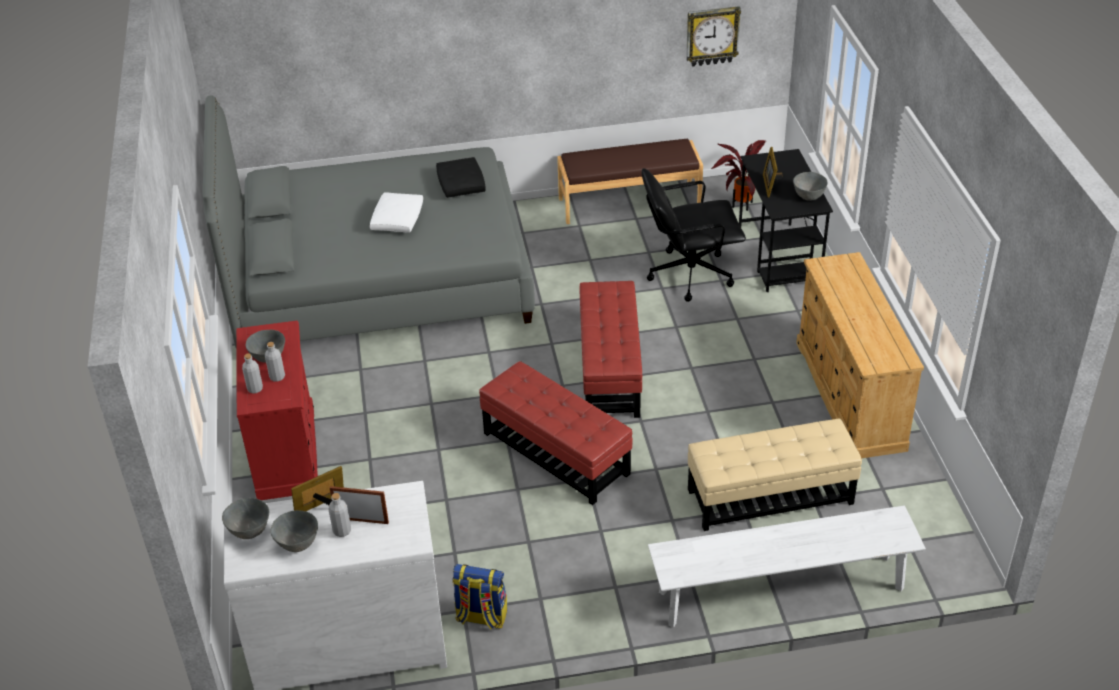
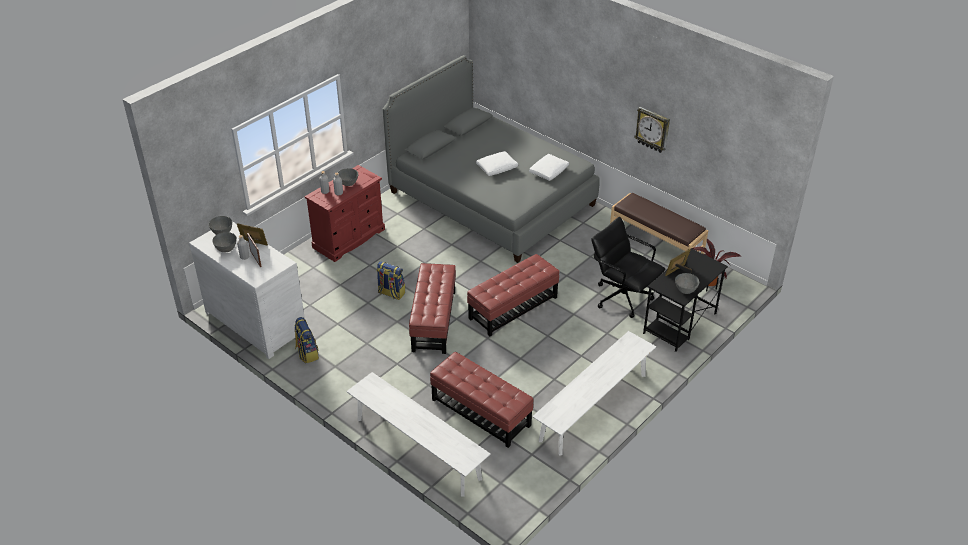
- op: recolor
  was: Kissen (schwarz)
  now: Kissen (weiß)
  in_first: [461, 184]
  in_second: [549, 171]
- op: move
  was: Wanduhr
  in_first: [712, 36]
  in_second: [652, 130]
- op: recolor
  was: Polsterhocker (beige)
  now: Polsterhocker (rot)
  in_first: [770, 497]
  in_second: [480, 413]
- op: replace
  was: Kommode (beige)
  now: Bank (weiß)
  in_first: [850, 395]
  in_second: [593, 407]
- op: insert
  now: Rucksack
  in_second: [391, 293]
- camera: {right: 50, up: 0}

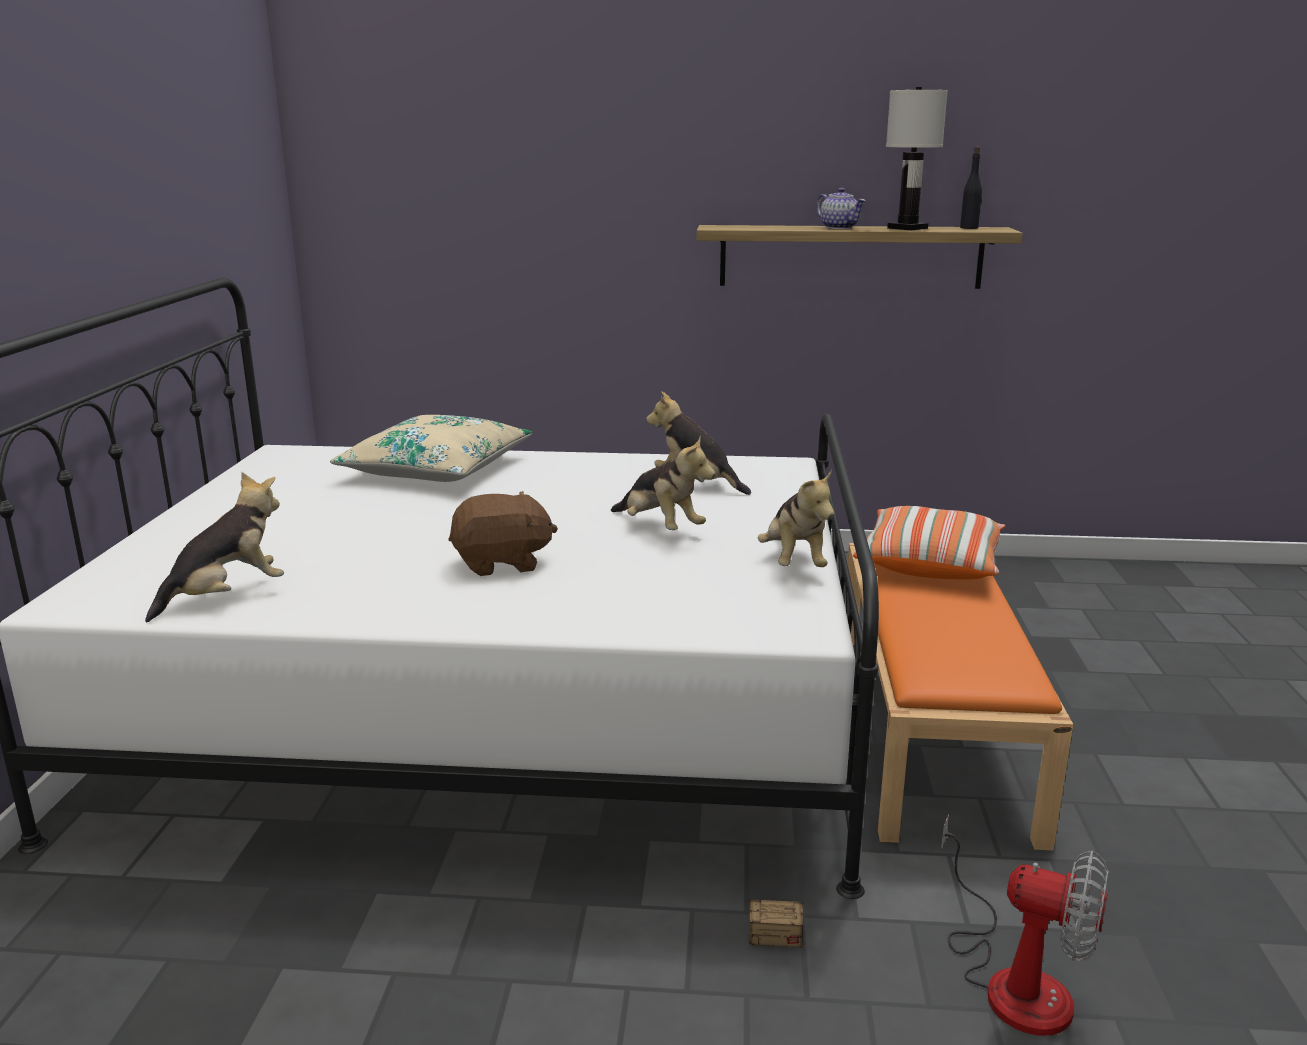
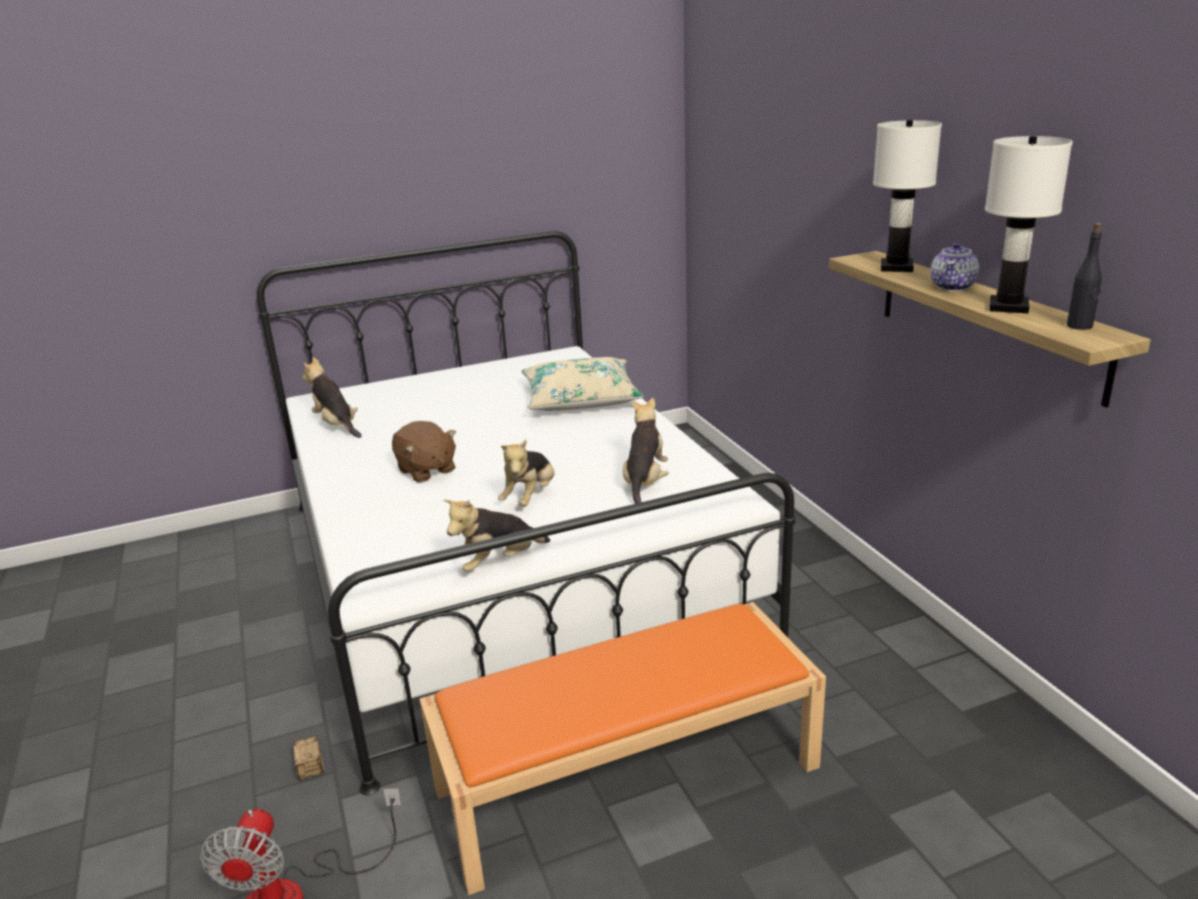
- op: rotate
  was: Plüschtier
  in_first: [227, 596]
  in_second: [337, 425]
  clockwise: -150
- op: delete
  was: Kissen
  in_first: [929, 564]
- op: insert
  now: Tischlampe (weiß)
  in_second: [896, 267]
- camera: {right: 65, up: 5}

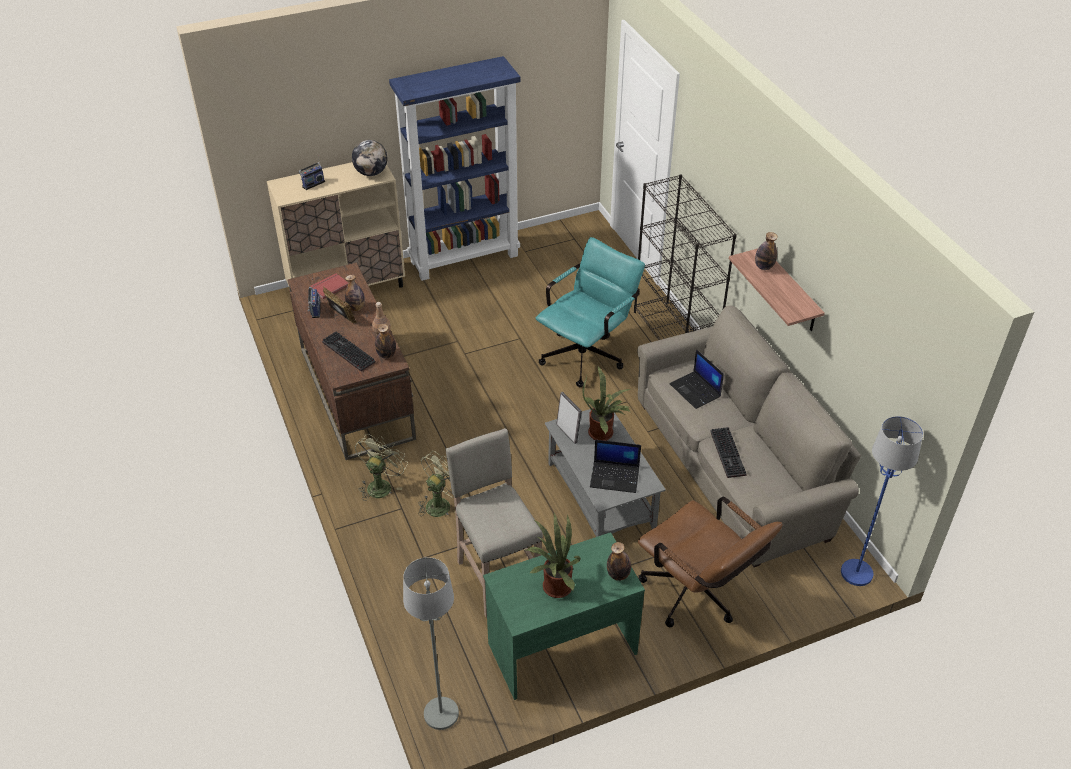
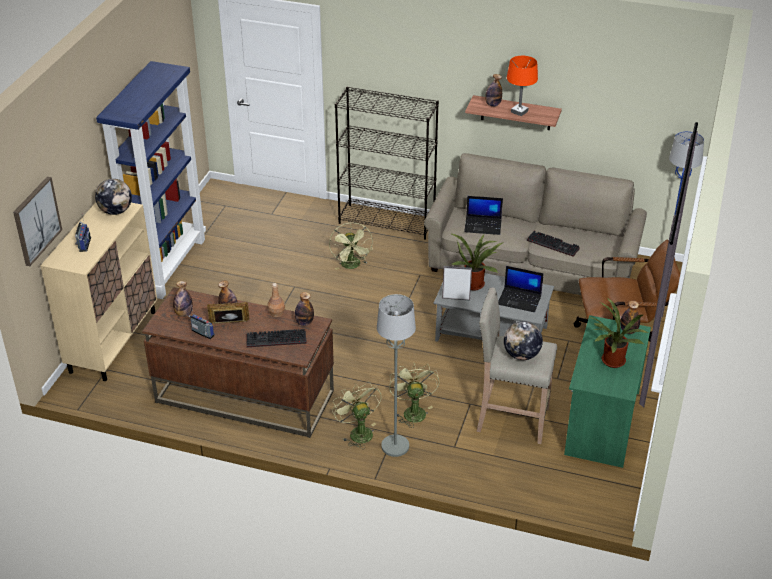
- op: replace
  was: Buch (rot)
  now: Flasche
  in_first: [329, 287]
  in_second: [184, 314]
- op: move
  was: Stehlampe (grau)
  in_first: [440, 714]
  in_second: [395, 446]
- op: replace
  was: Bürostuhl (türkis)
  now: Ventilator (grün)
  in_first: [587, 354]
  in_second: [352, 266]
- op: rotate
  was: Laptop
  in_first: [615, 477]
  in_second: [520, 300]
  clockwise: 60
- op: insert
  now: Bild
  in_second: [36, 220]
- op: insert
  now: Globus
  in_second: [521, 355]
- op: insert
  now: Tischlampe (orange)
  in_second: [519, 111]
- camera: {right: -50, up: -5}

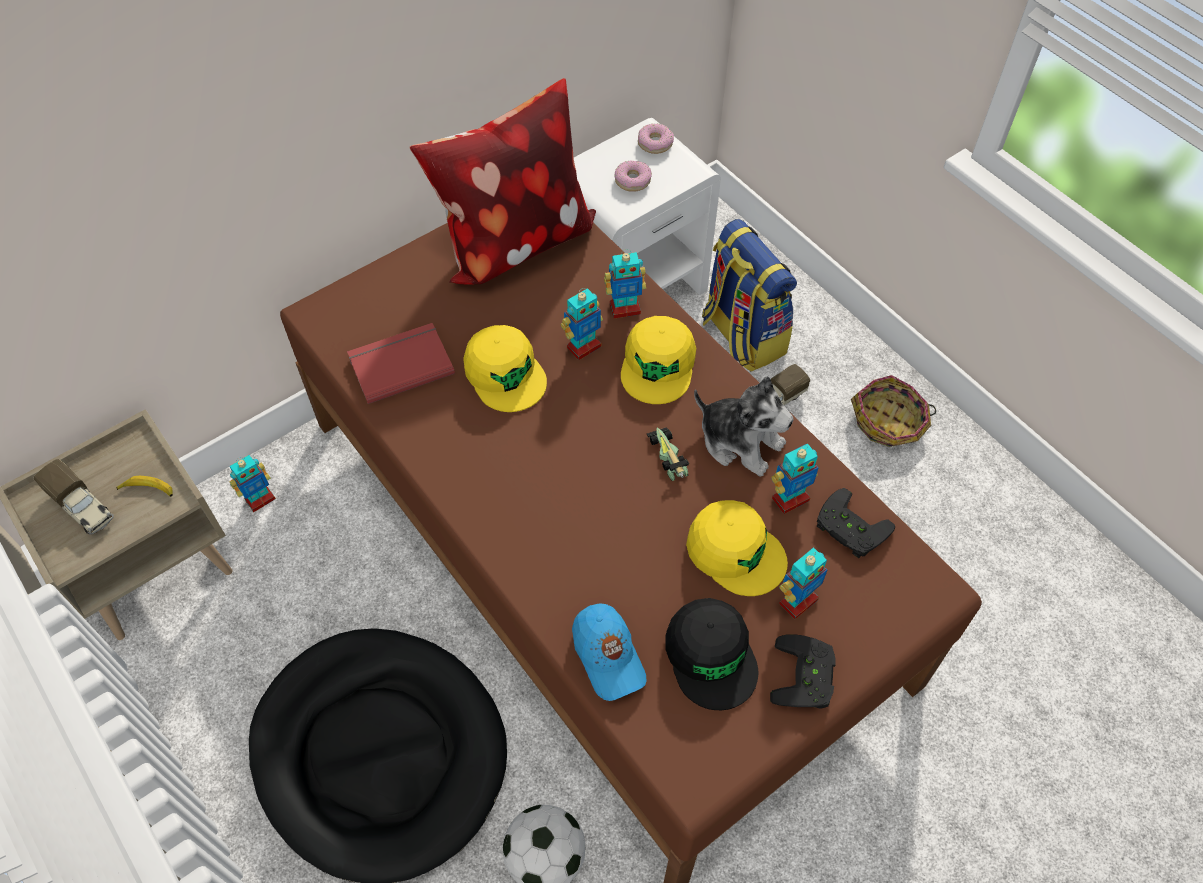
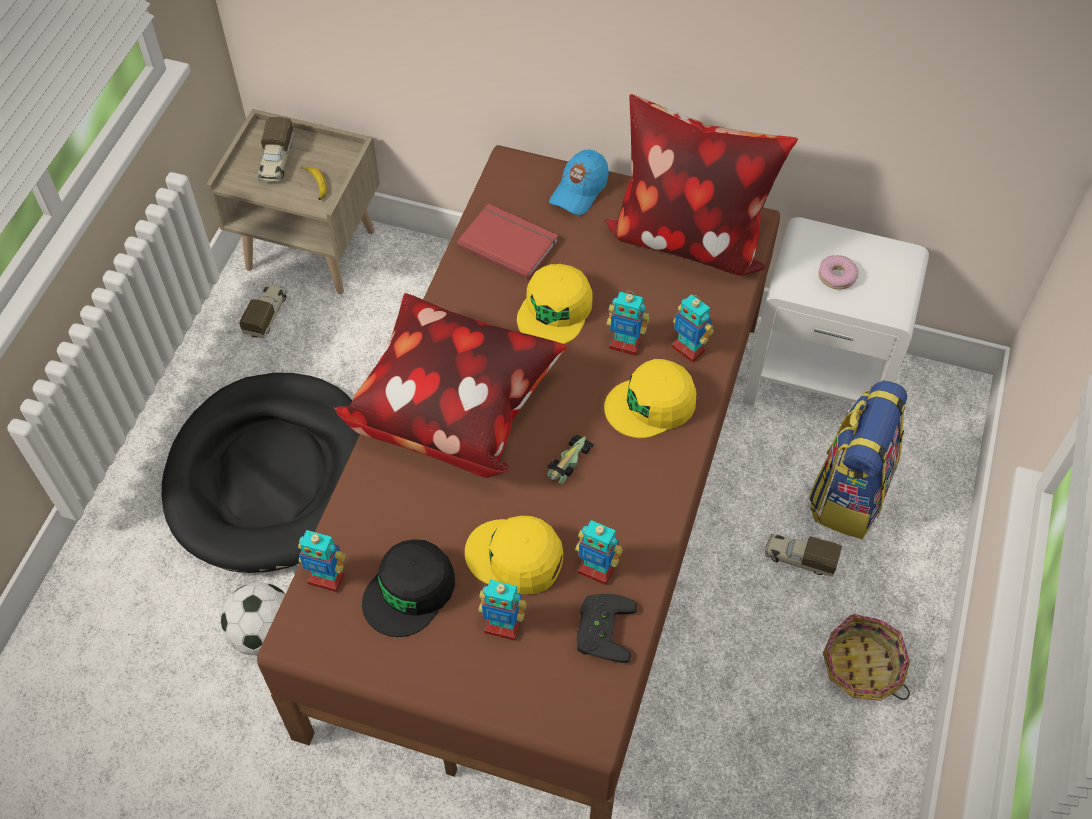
- op: move
  was: Spielzeugroboter
  in_first: [260, 499]
  in_second: [326, 578]
- op: move
  was: Kappe (blau)
  in_first: [608, 656]
  in_second: [579, 190]
- op: delete
  was: Donut
  in_first: [655, 143]
- op: rotate
  was: Kappe (gelb)
  in_first: [735, 551]
  in_second: [515, 557]
  clockwise: 105
- op: delete
  was: Plüschtier
  in_first: [740, 441]
- op: delete
  was: Gamepad (schwarz)
  in_first: [807, 677]
- op: insert
  now: Spielzeuglaster
  in_second: [266, 315]
- op: insert
  now: Kissen
  in_second: [453, 409]
- camera: {right: 55, up: 0}

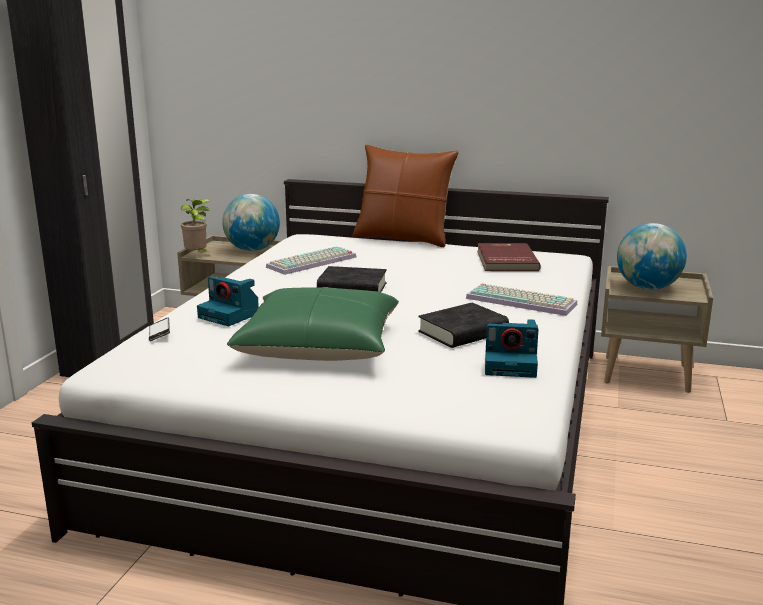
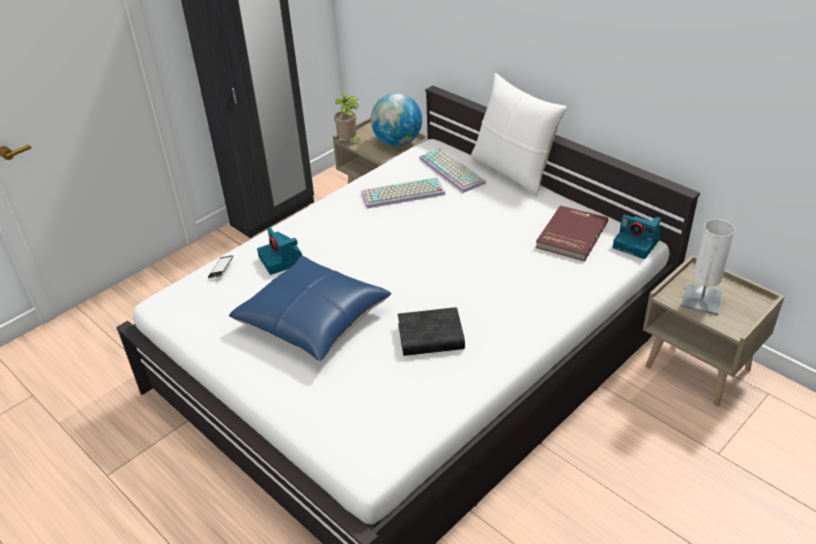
- op: recolor
  was: Kissen (grün)
  now: Kissen (blau)
  in_first: [319, 346]
  in_second: [313, 320]
- op: delete
  was: Buch (schwarz)
  in_first: [352, 288]
- op: recolor
  was: Kissen (braun)
  now: Kissen (weiß)
  in_first: [403, 238]
  in_second: [513, 171]
- op: move
  was: Tastatur
  in_first: [523, 301]
  in_second: [453, 170]
- op: move
  was: Kamera
  in_first: [511, 365]
  in_second: [637, 244]
- op: replace
  was: Globus
  now: Tischlampe (weiß)
  in_first: [647, 288]
  in_second: [701, 300]
- camera: {right: 30, up: 20}

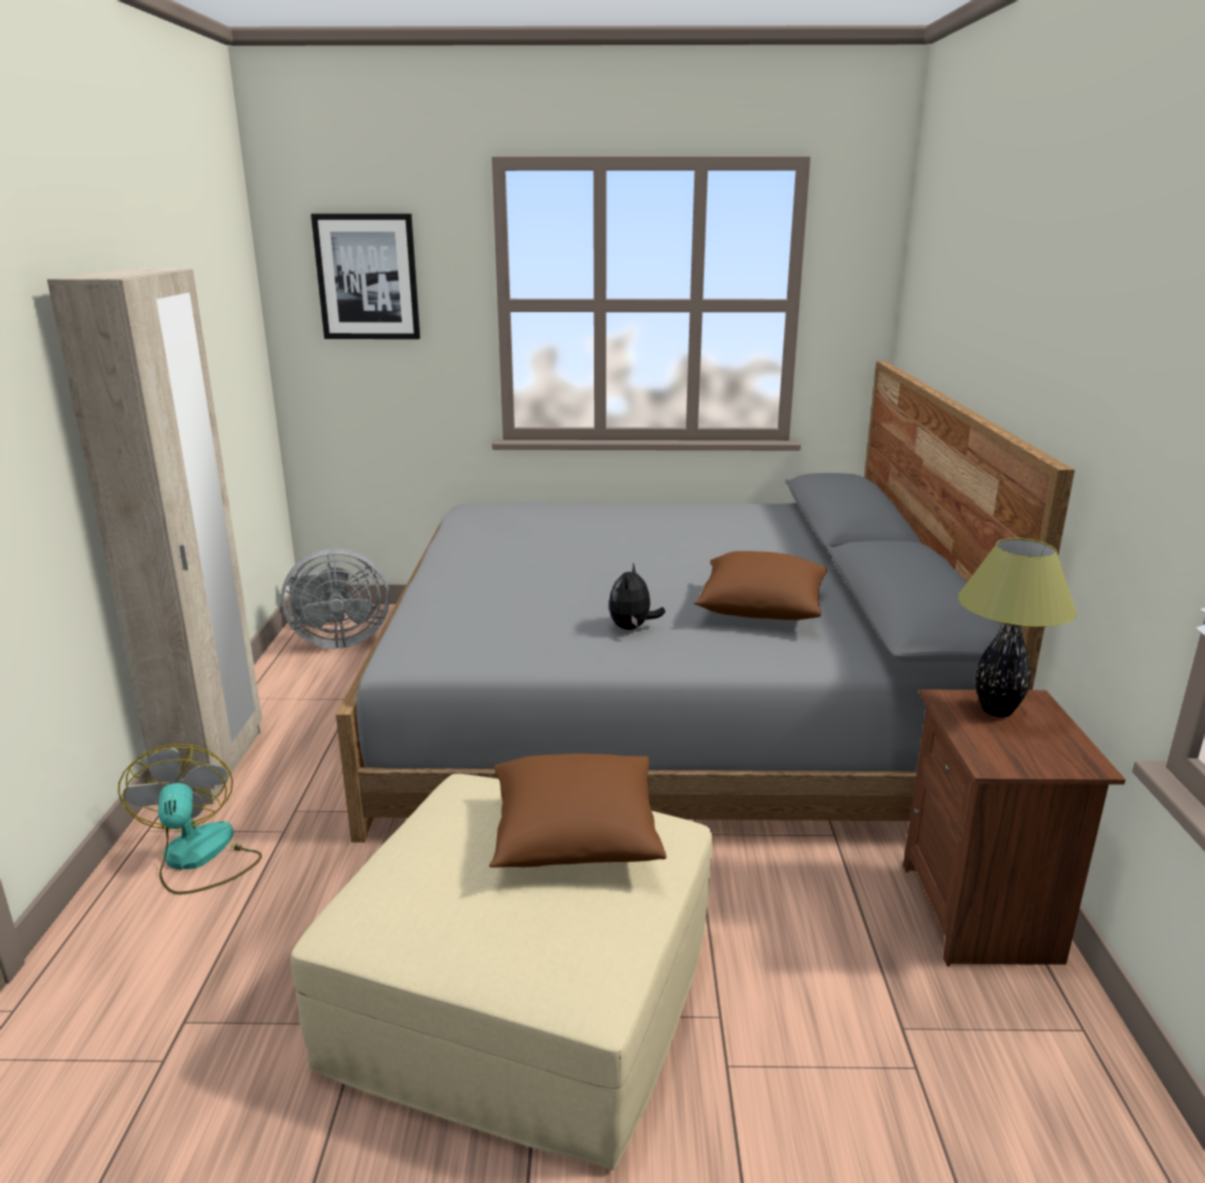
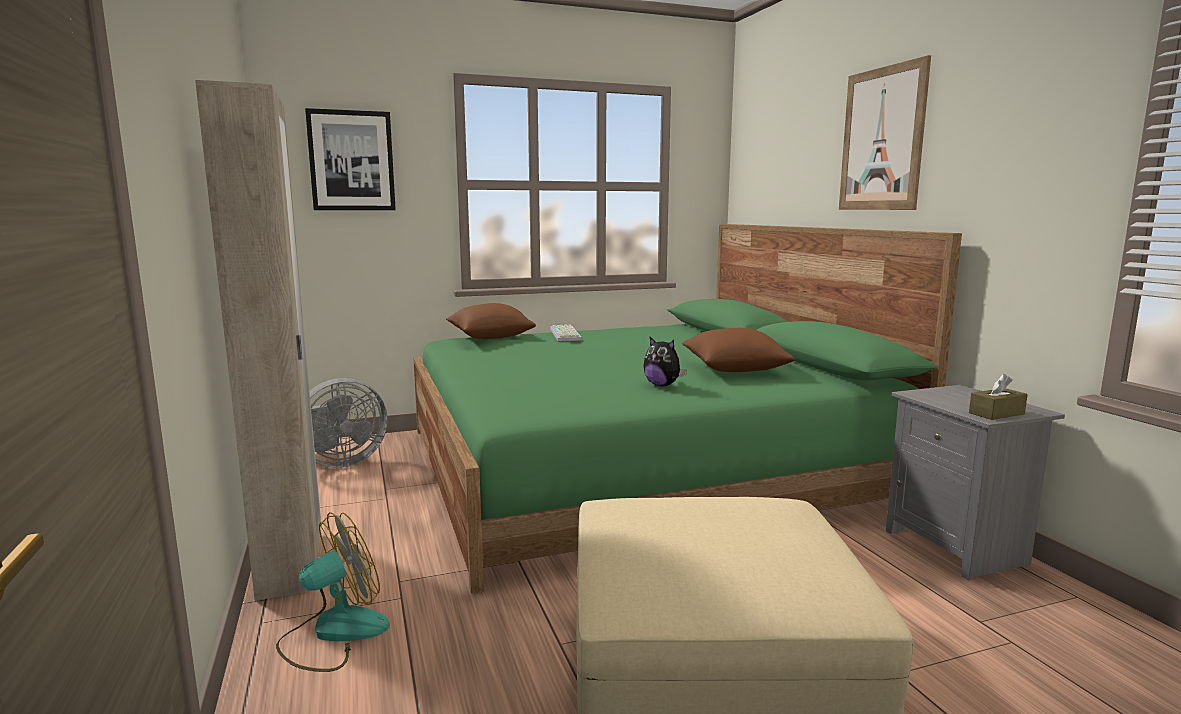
- op: rotate
  was: Ventilator
  in_first: [199, 858]
  in_second: [333, 633]
  clockwise: 90
- op: recolor
  was: Bett (grau)
  now: Bett (grün)
  in_first: [663, 700]
  in_second: [637, 465]
- op: move
  was: Kissen (braun)
  in_first: [574, 838]
  in_second: [490, 337]
- op: rotate
  was: Plüschtier
  in_first: [632, 628]
  in_second: [662, 385]
  clockwise: -45
- op: recolor
  was: Nachttisch (braun)
  now: Nachttisch (grau)
  in_first: [982, 913]
  in_second: [957, 547]
- op: delete
  was: Tischlampe
  in_first: [997, 711]
- op: insert
  now: Tastatur
  in_second: [566, 334]
- op: insert
  now: Bild
  in_second: [882, 139]
- op: insert
  now: Taschentuchbox (braun)
  in_second: [996, 413]
- camera: {right: -20, up: -10}

